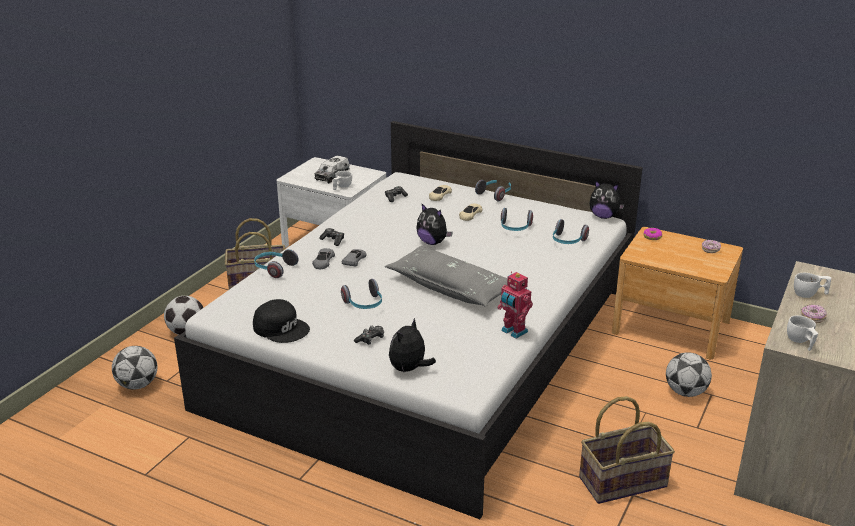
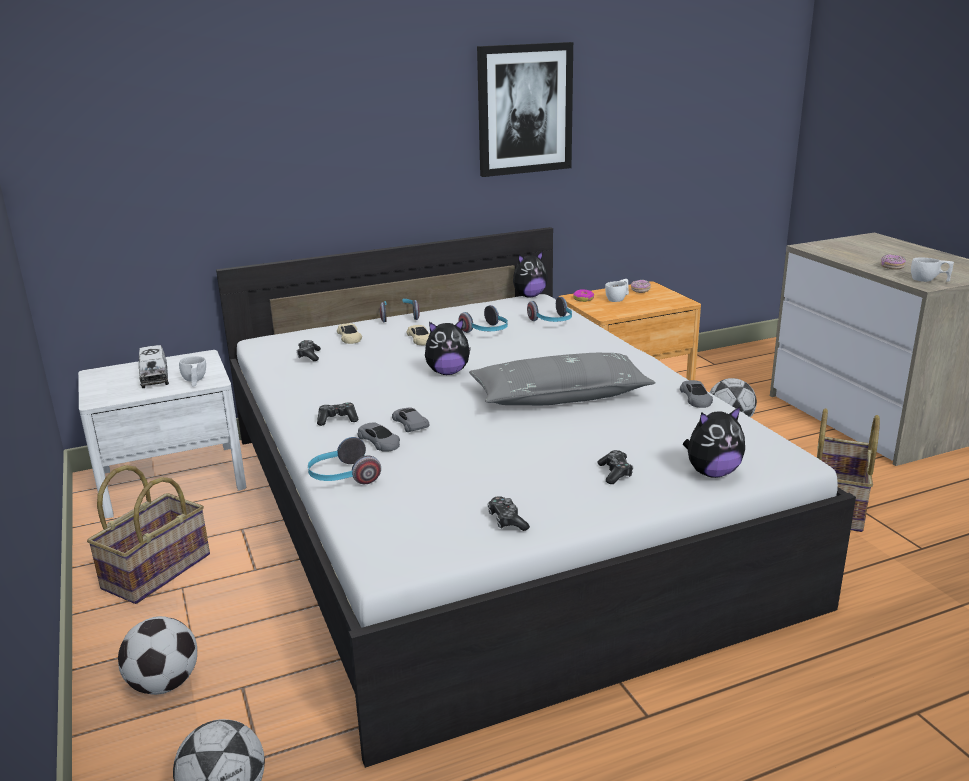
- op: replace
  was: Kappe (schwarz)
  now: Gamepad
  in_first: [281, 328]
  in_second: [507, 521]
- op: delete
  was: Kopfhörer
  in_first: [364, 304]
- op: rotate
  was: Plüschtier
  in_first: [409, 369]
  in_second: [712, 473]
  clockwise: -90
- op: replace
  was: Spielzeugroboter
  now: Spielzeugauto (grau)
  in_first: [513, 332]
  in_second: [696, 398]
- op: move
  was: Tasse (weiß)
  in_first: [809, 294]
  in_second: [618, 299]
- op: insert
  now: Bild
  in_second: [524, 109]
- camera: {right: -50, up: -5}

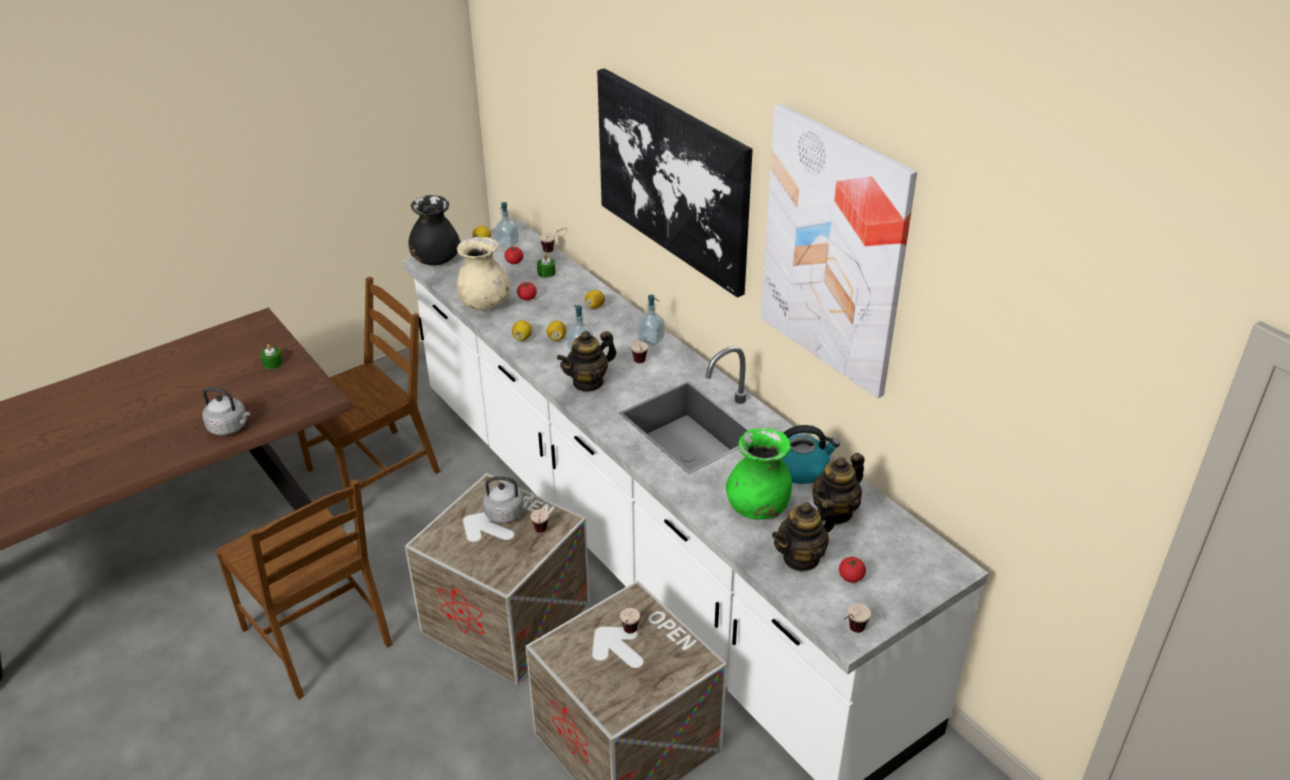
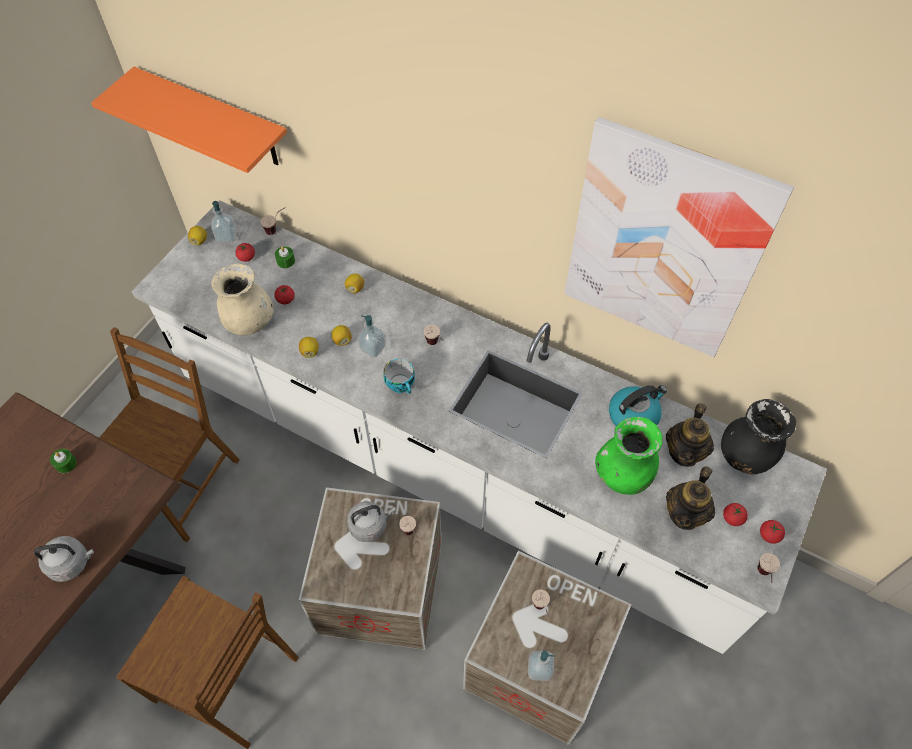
- op: move
  was: Vase (schwarz)
  in_first: [436, 260]
  in_second: [745, 456]
- op: replace
  was: Teekanne
  now: Tasse
  in_first: [588, 382]
  in_second: [401, 384]
- op: delete
  was: Bild
  in_first: [673, 178]
- op: move
  was: Seifenspender
  in_first: [651, 339]
  in_second: [539, 669]
- op: insert
  now: Wandregal (orange)
  in_second: [214, 118]
- op: insert
  now: Tomate
  in_second: [769, 535]
- camera: {right: -25, up: 20}

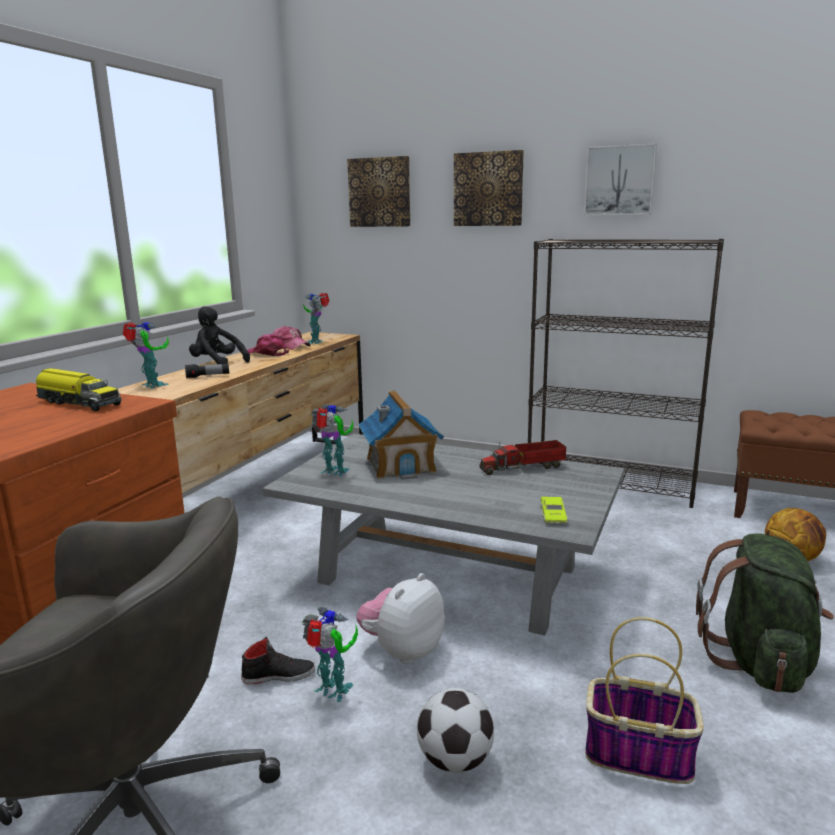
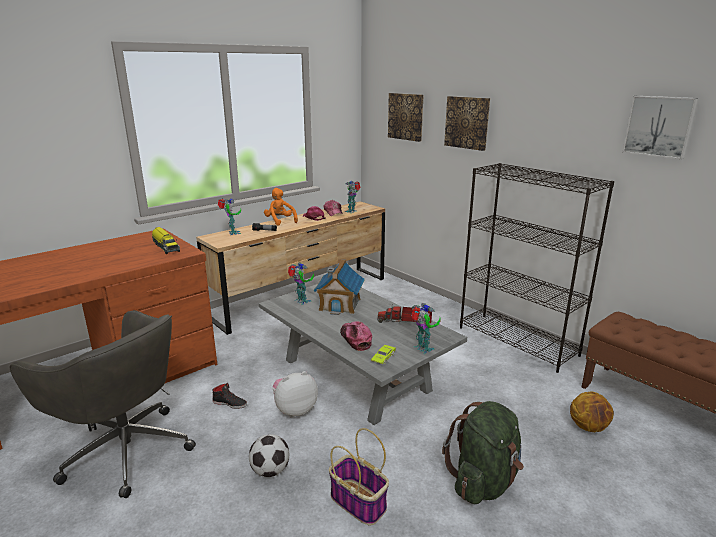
- op: recolor
  was: Plüschtier (schwarz)
  now: Plüschtier (orange)
  in_first: [217, 363]
  in_second: [280, 221]
- op: move
  was: Spielzeugroboter
  in_first: [333, 692]
  in_second: [423, 349]
- op: move
  was: Bild
  in_first: [620, 180]
  in_second: [659, 126]
- op: insert
  now: Kappe
  in_second: [355, 339]
- camera: {right: 25, up: 5}

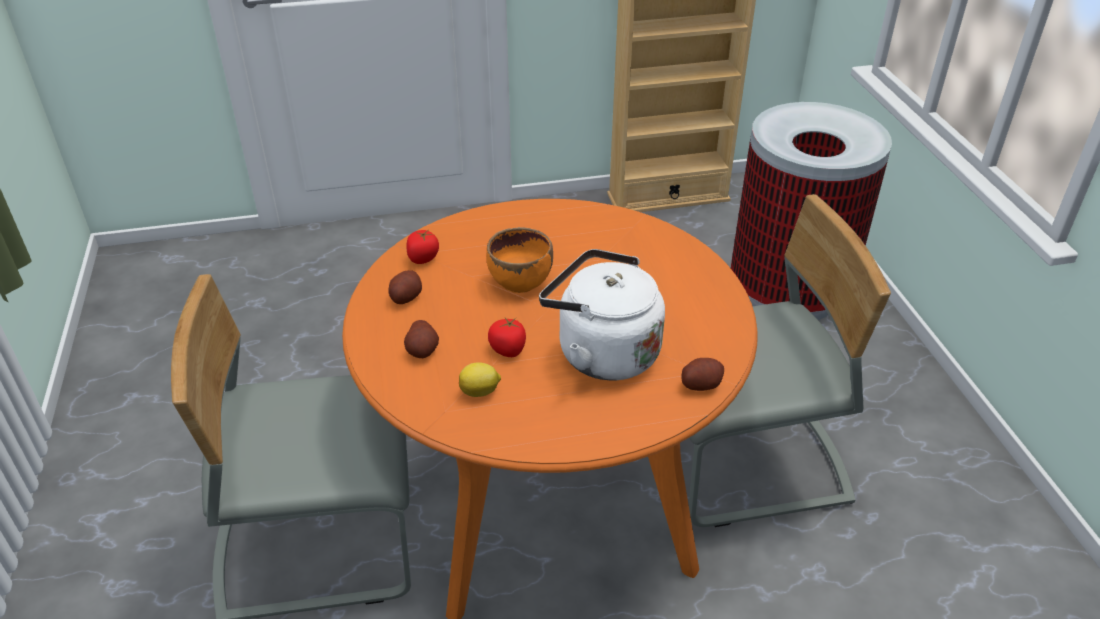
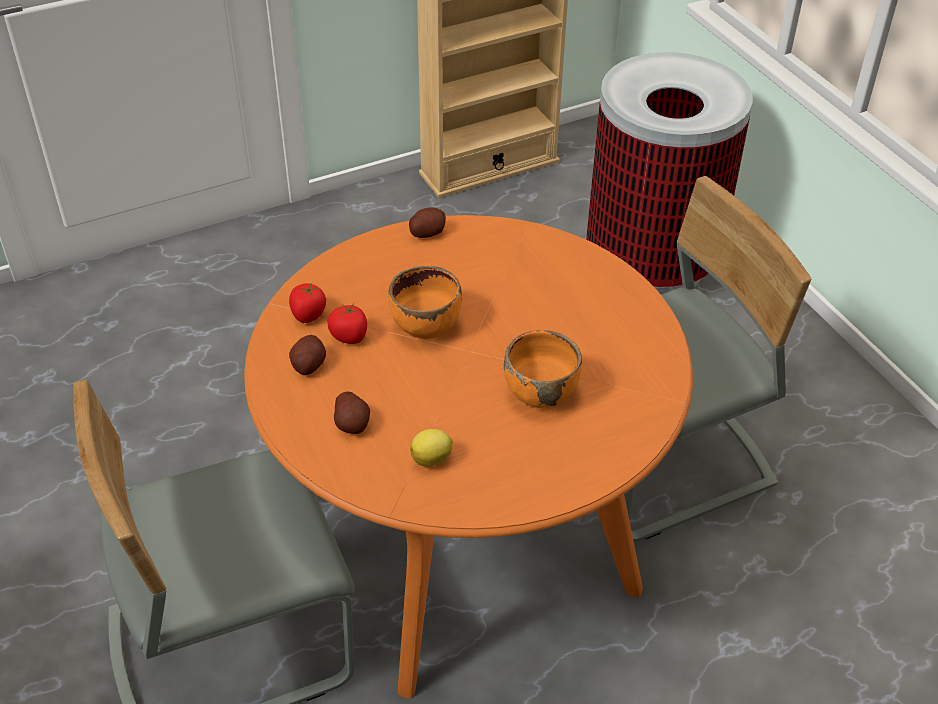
- op: move
  was: Tomate
  in_first: [508, 349]
  in_second: [349, 336]
- op: replace
  was: Wasserkessel (weiß)
  now: Schüssel (orange)
  in_first: [602, 352]
  in_second: [541, 391]
- op: move
  was: Kartoffel
  in_first: [701, 384]
  in_second: [427, 233]
- camera: {right: -15, up: 5}

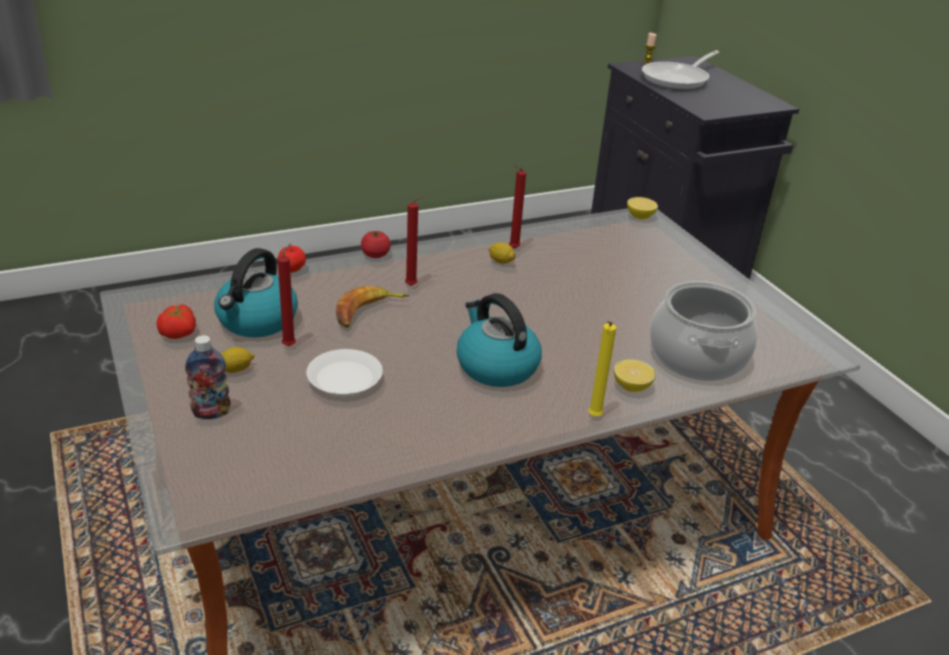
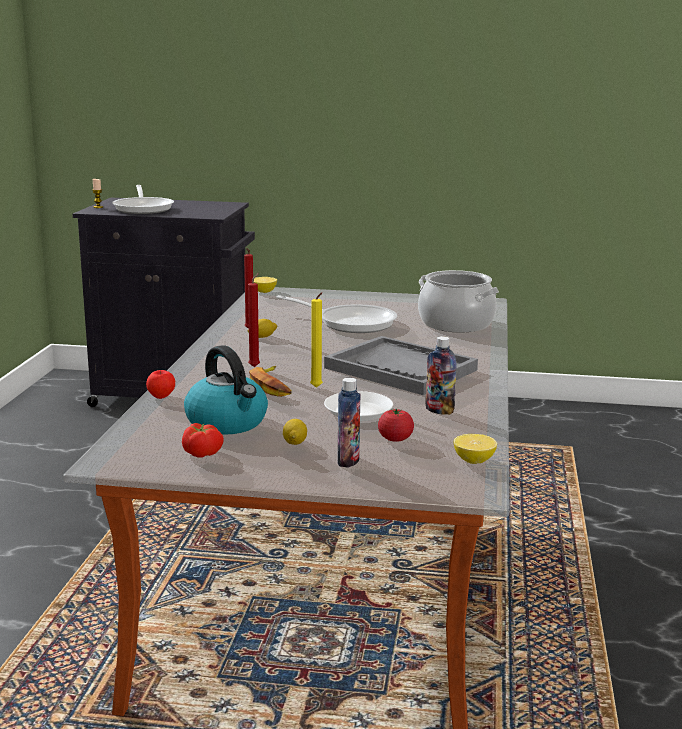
- op: delete
  was: Kerze (rot)
  in_first: [290, 345]
- op: move
  was: Tomate
  in_first: [375, 255]
  in_second: [395, 439]
- op: replace
  was: Wasserkessel
  now: Tablett (grau)
  in_first: [496, 366]
  in_second: [401, 369]
- op: move
  was: Kerze (gelb)
  in_first: [593, 417]
  in_second: [317, 388]
- op: move
  was: Zitrone
  in_first: [631, 387]
  in_second: [474, 461]
- op: insert
  now: Pfanne
  in_second: [350, 323]
- op: insert
  now: Flasche
  in_second: [439, 410]
- camera: {right: -55, up: -15}

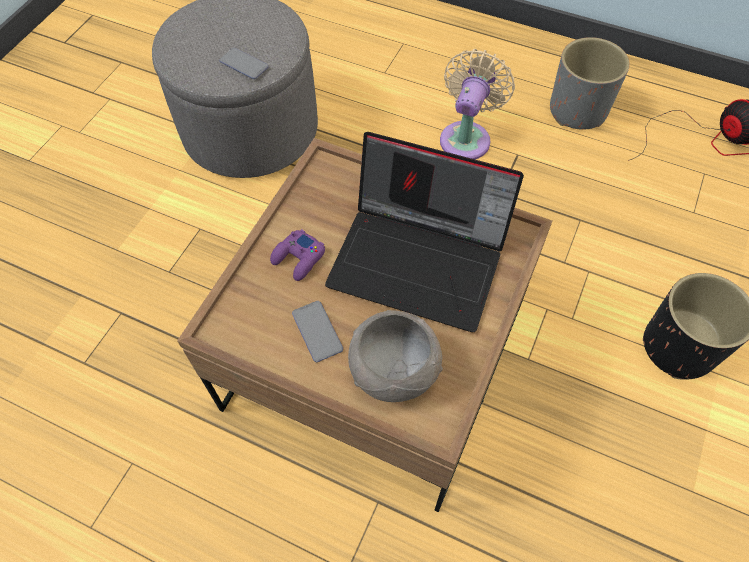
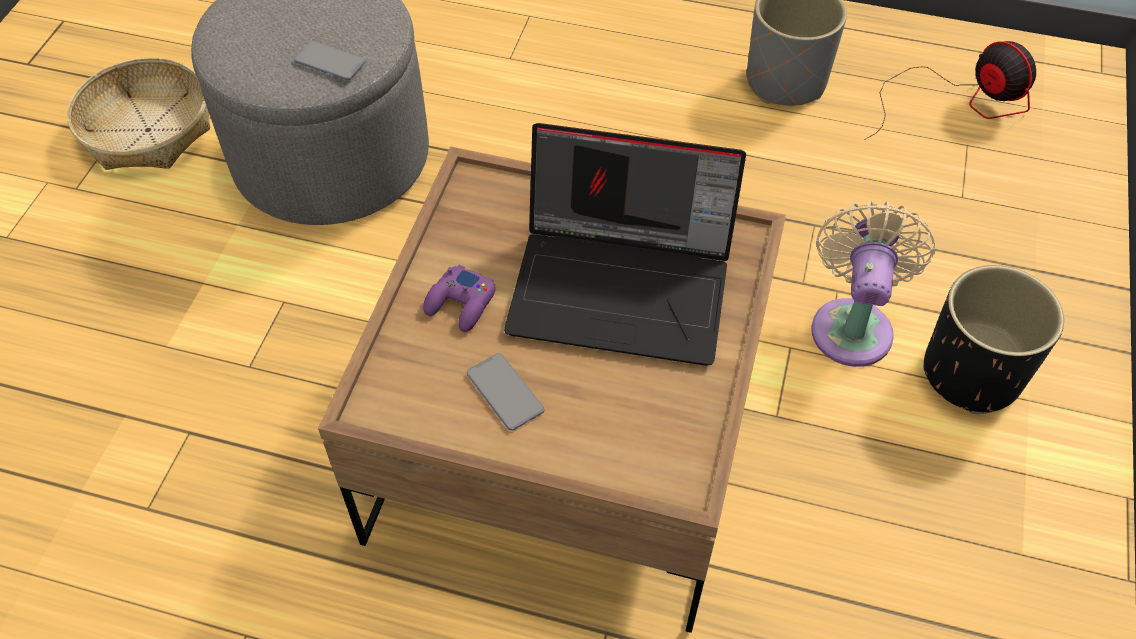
- op: delete
  was: Schüssel (grau)
  in_first: [392, 371]
- op: move
  was: Ventilator (beige)
  in_first: [467, 137]
  in_second: [852, 325]
- op: insert
  now: Korb
  in_second: [148, 130]
- camera: {right: -10, up: -5}

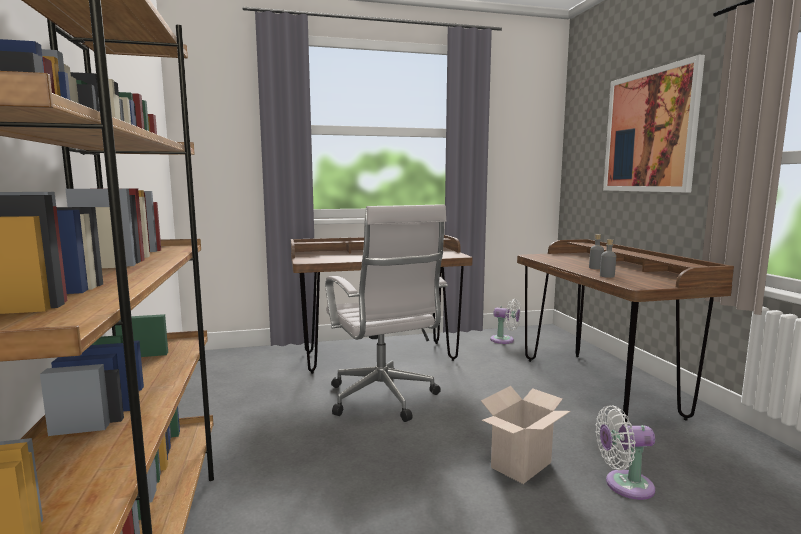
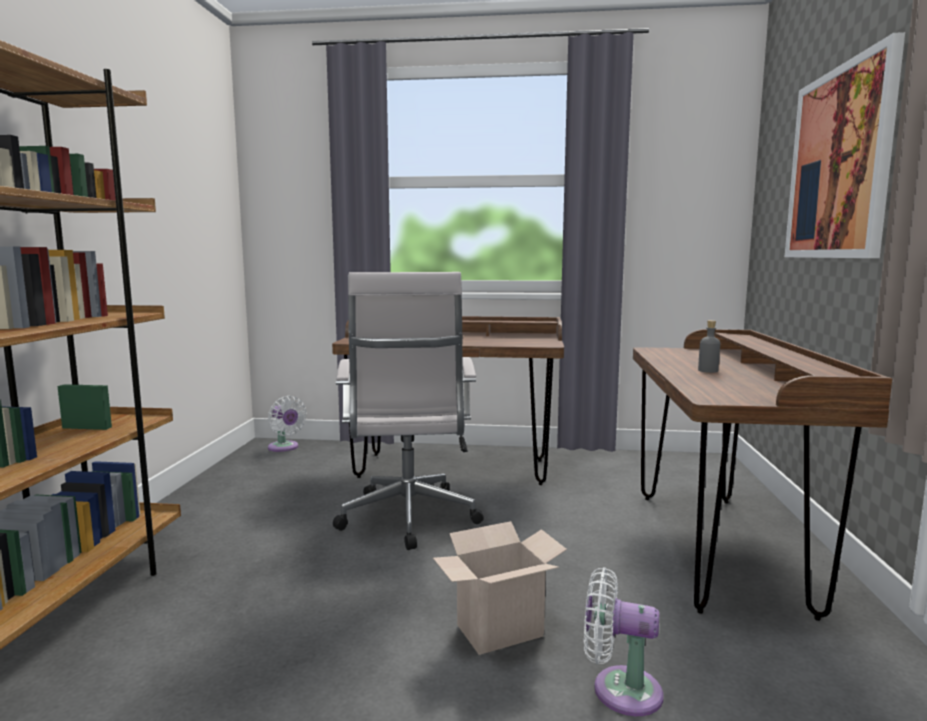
- op: move
  was: Ventilator (weiß)
  in_first: [504, 340]
  in_second: [284, 448]
- op: delete
  was: Flasche (grau)
  in_first: [607, 276]
- camera: {right: 20, up: 0}

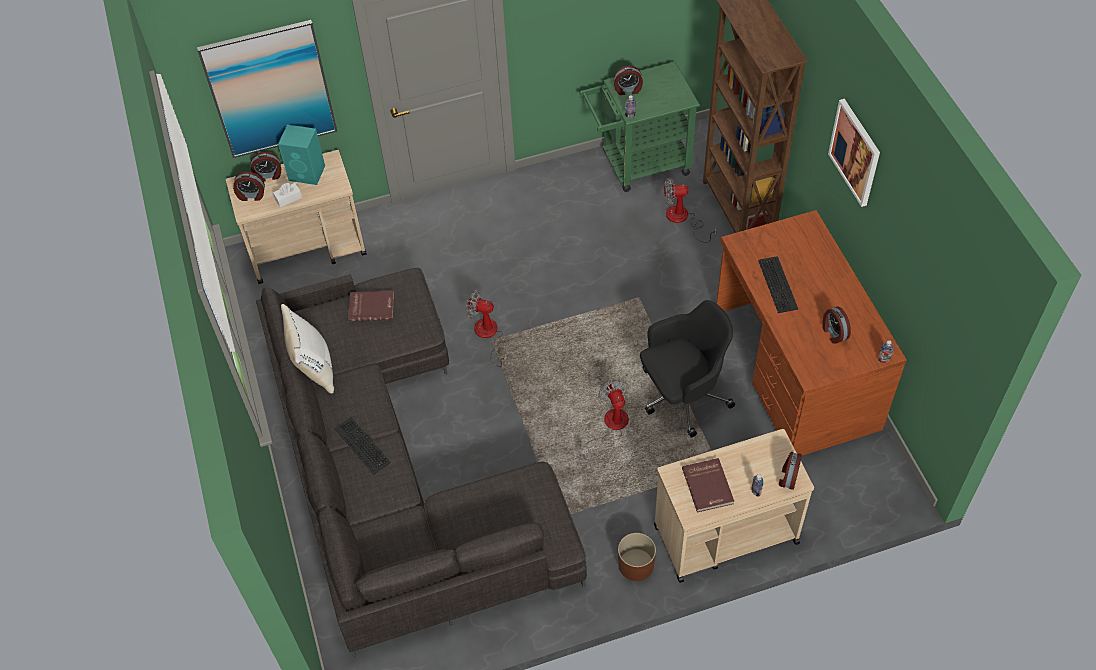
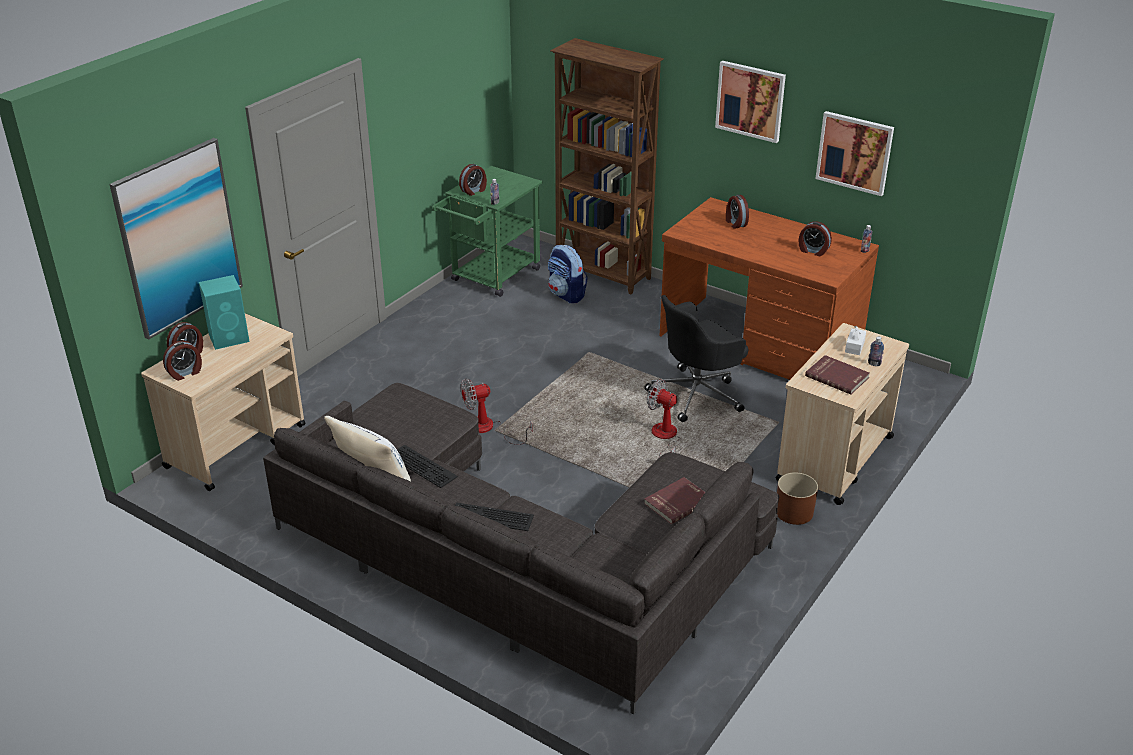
- op: move
  was: Taschentuchbox (weiß)
  in_first: [288, 198]
  in_second: [854, 346]
- op: move
  was: Buch (rot)
  in_first: [371, 306]
  in_second: [677, 502]
- op: rotate
  was: Bürostuhl (schwarz)
  in_first: [682, 396]
  in_second: [697, 394]
  clockwise: -150
- op: replace
  was: Ventilator
  now: Rucksack
  in_first: [683, 219]
  in_second: [567, 295]
- op: move
  was: Tastatur
  in_first: [779, 284]
  in_second: [424, 466]
- op: move
  was: Wecker
  in_first: [788, 477]
  in_second: [735, 223]
- op: insert
  now: Bild
  in_second: [854, 152]
- camera: {right: -40, up: -20}

